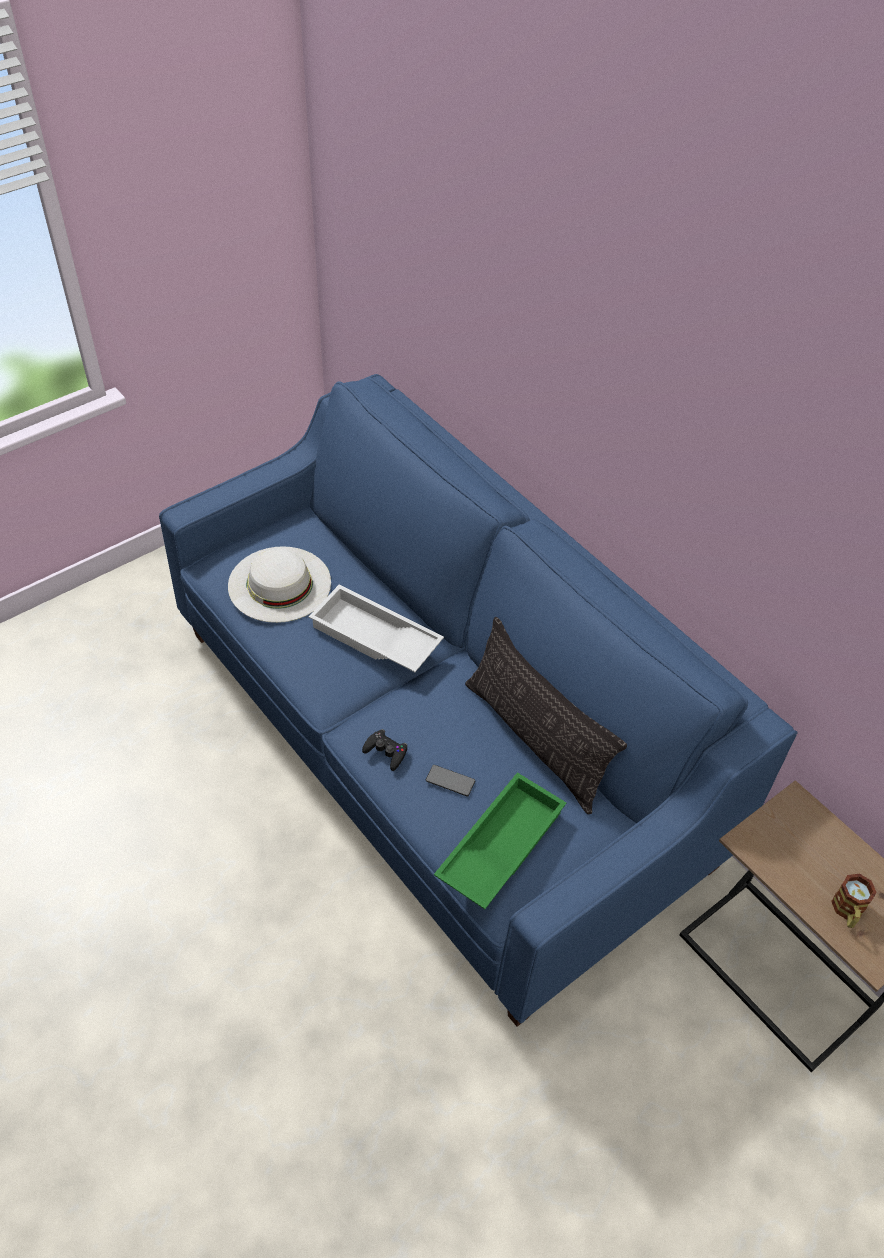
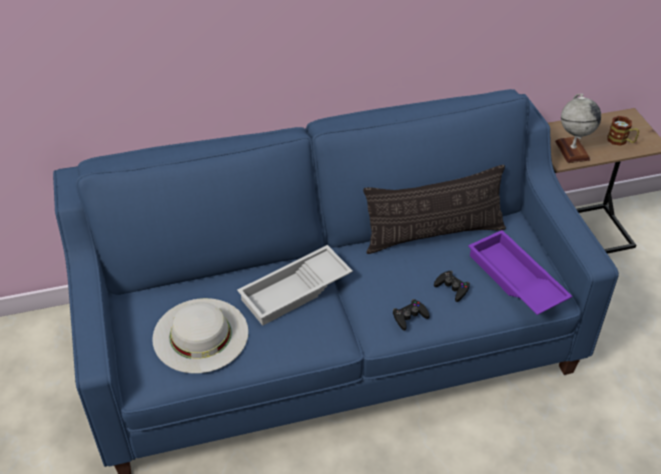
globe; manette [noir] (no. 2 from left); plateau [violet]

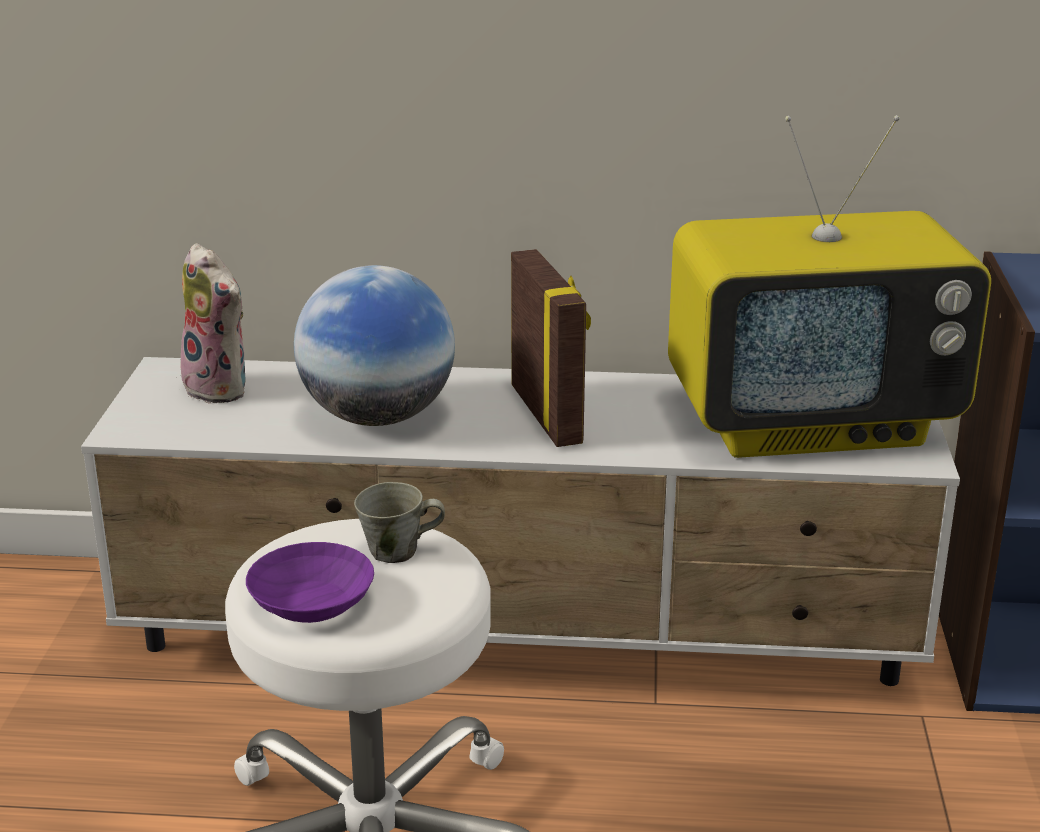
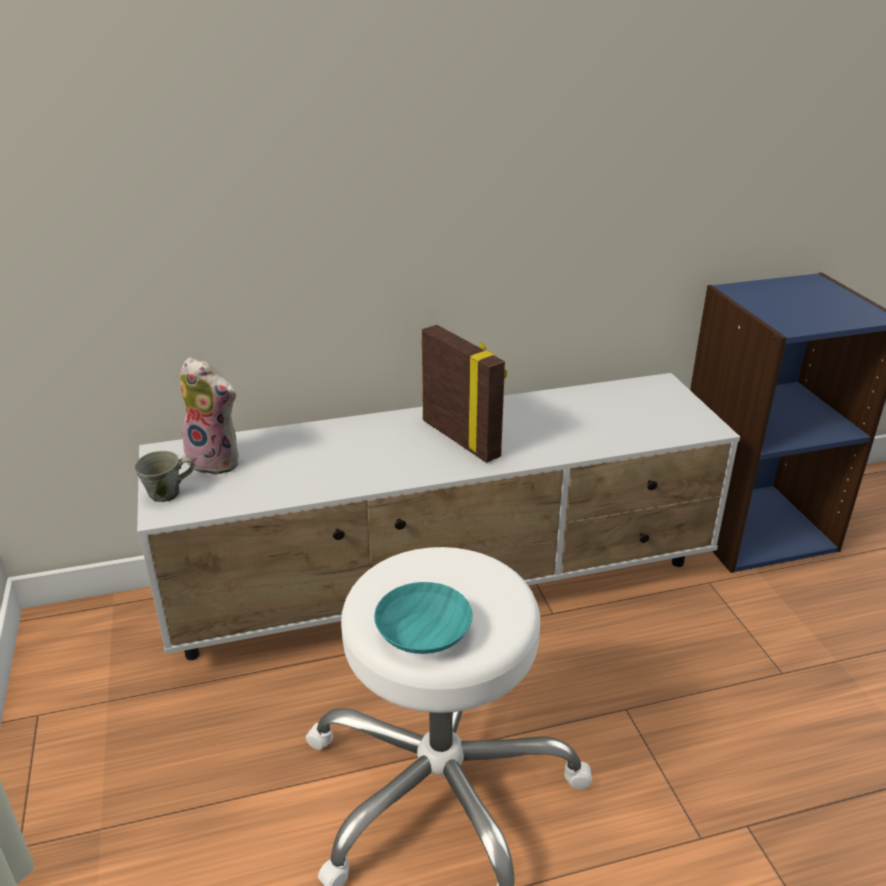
globe; téléviseur; mug [gris]; bol [turquoise]

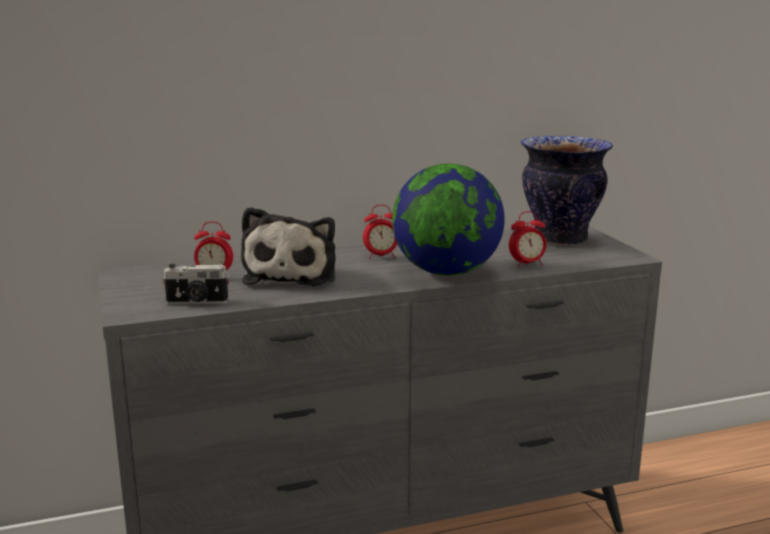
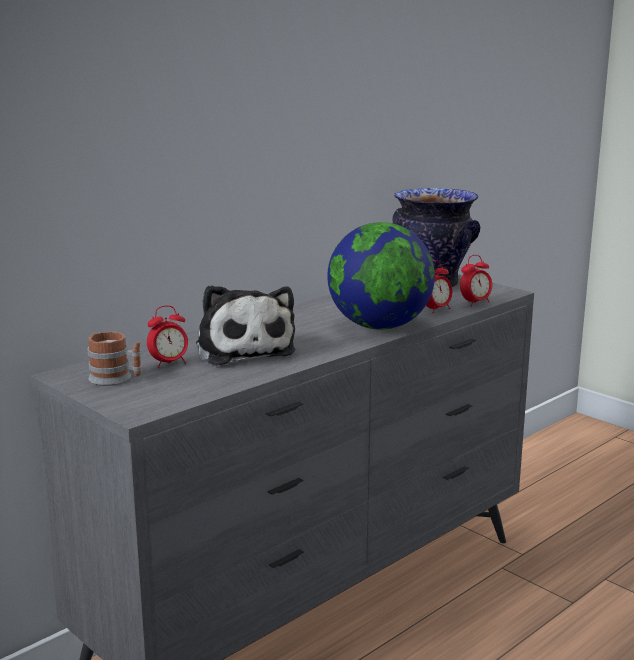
appareil photo; mug; réveil (no. 3 from left)

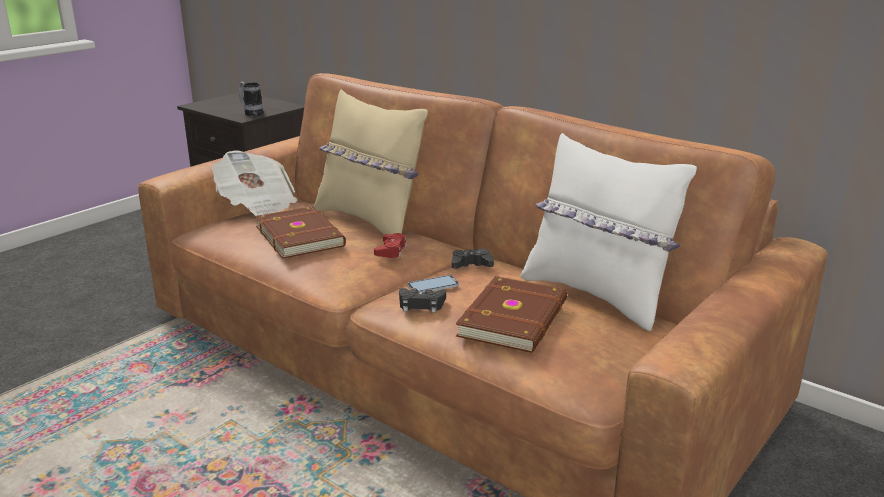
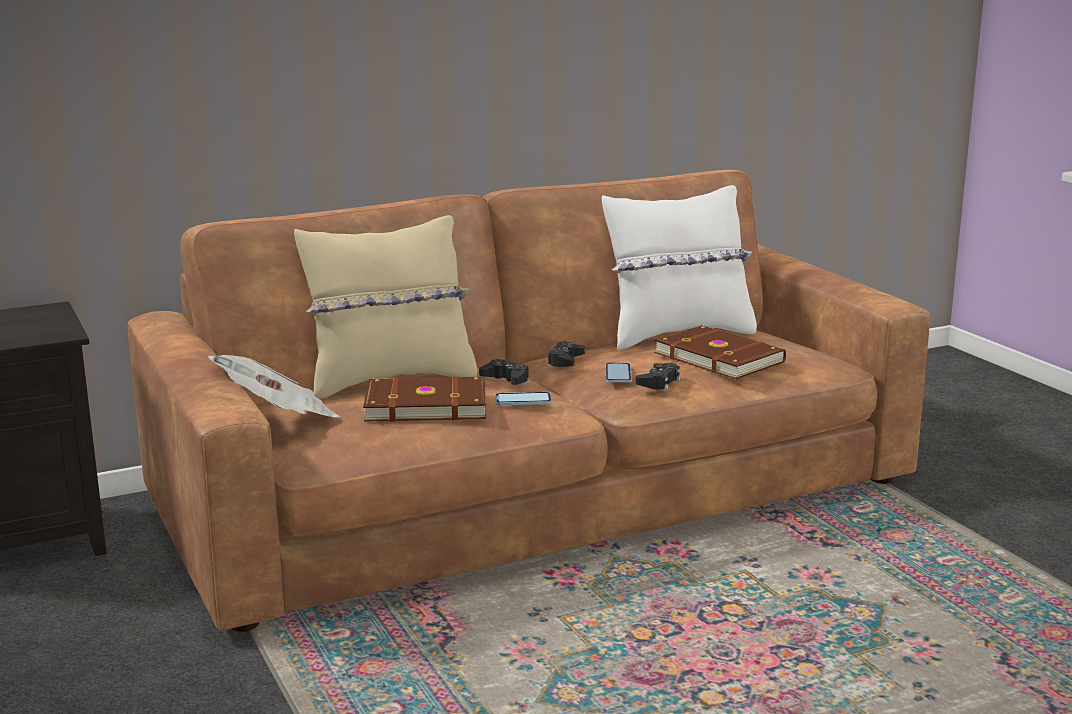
mug; téléphone (no. 1 from left); manette [noir] (no. 1 from left)

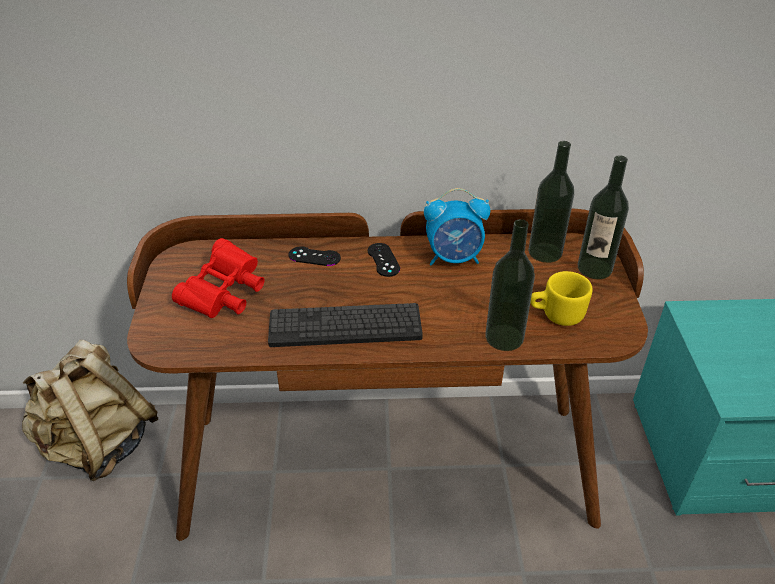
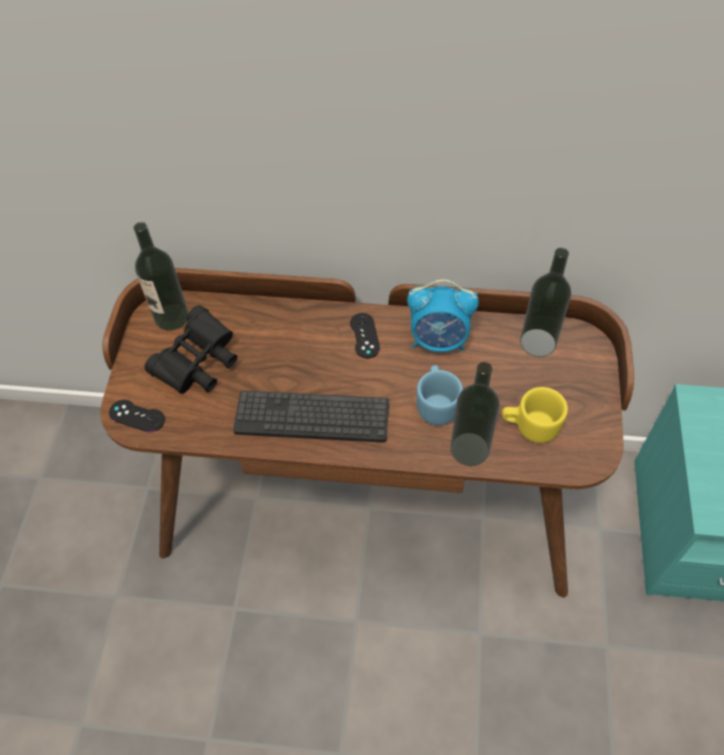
sac à dos [beige]; mug [bleu]; manette [noir] (no. 1 from left); bouteille (no. 1 from left); jumelles [noir]

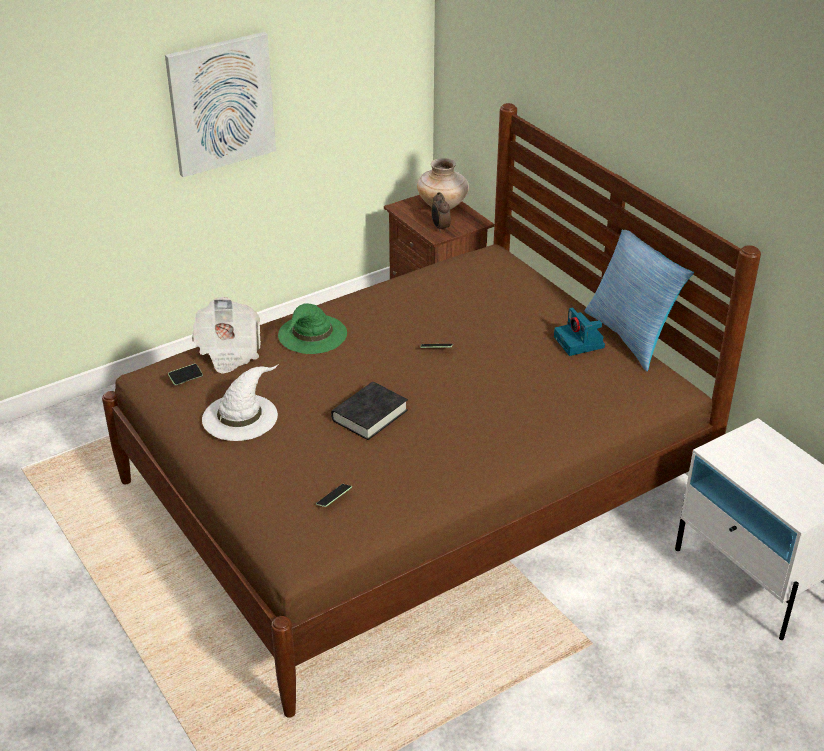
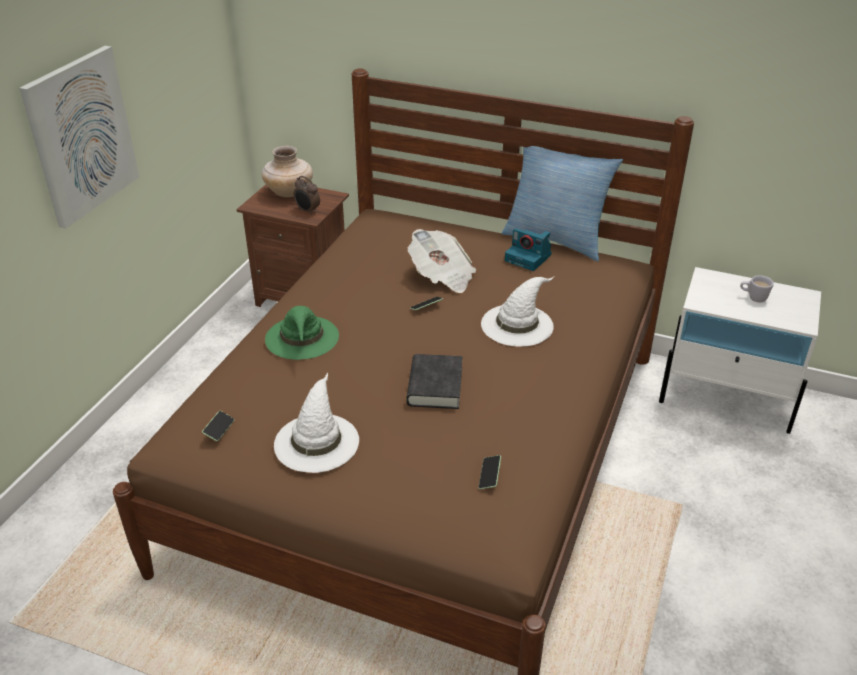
chapeau [blanc] (no. 2 from left); mug [blanc]; journal

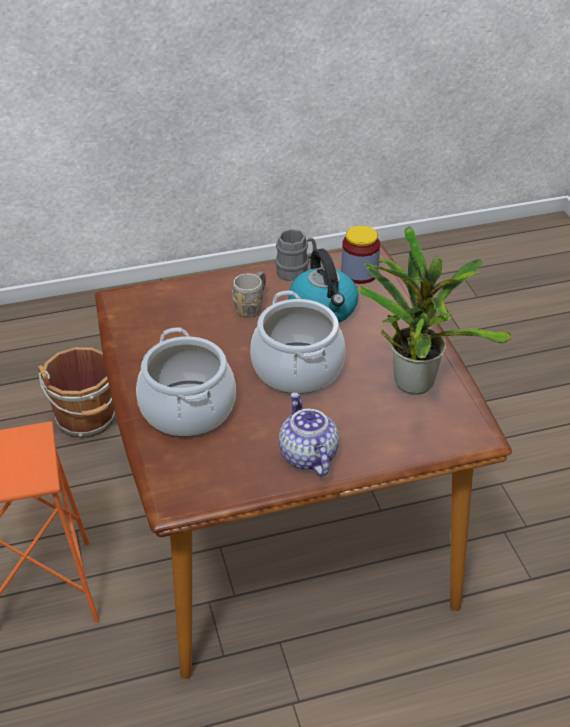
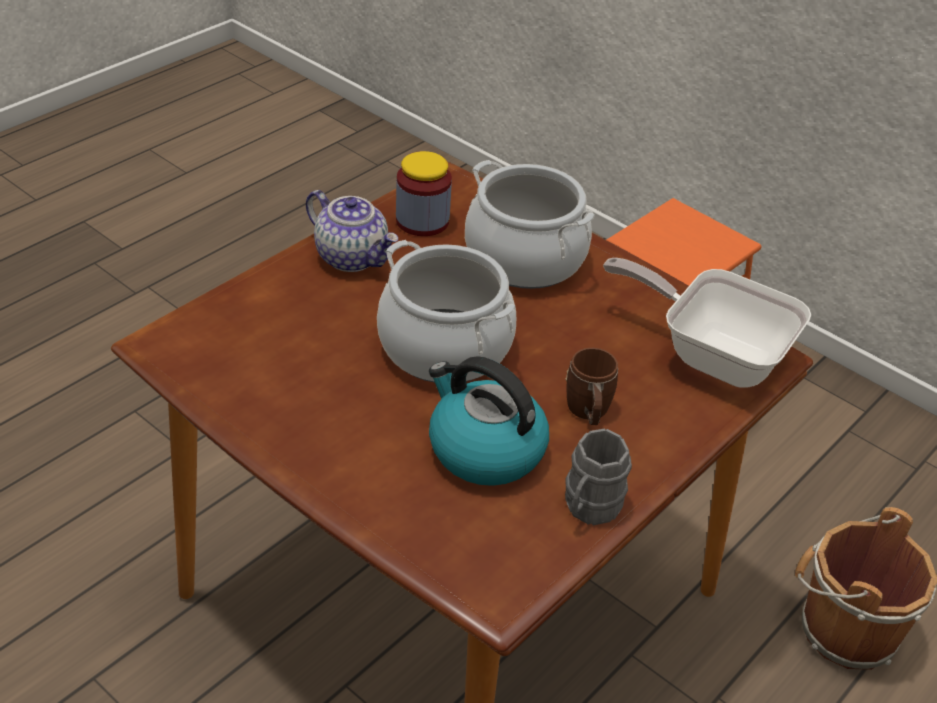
plante en pot; poêle; bocal; mug [marron]

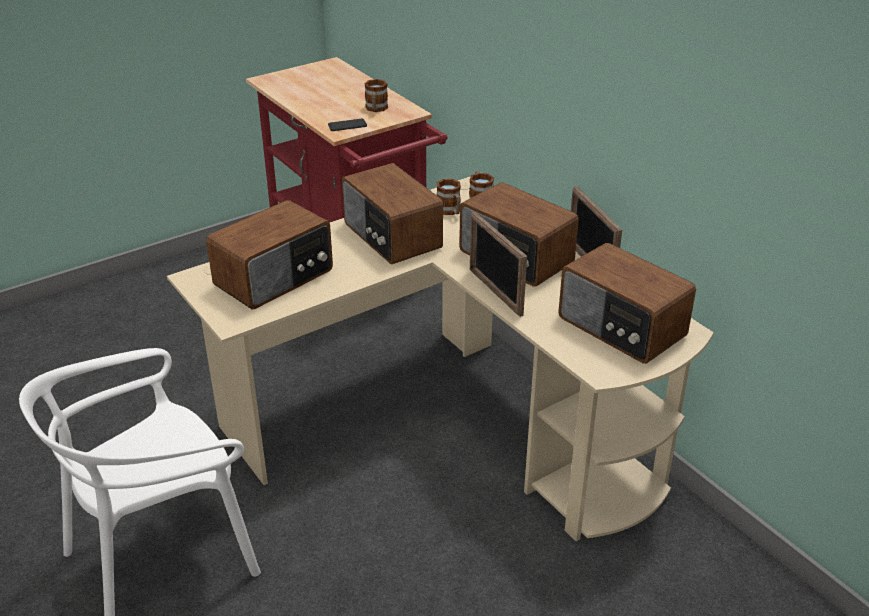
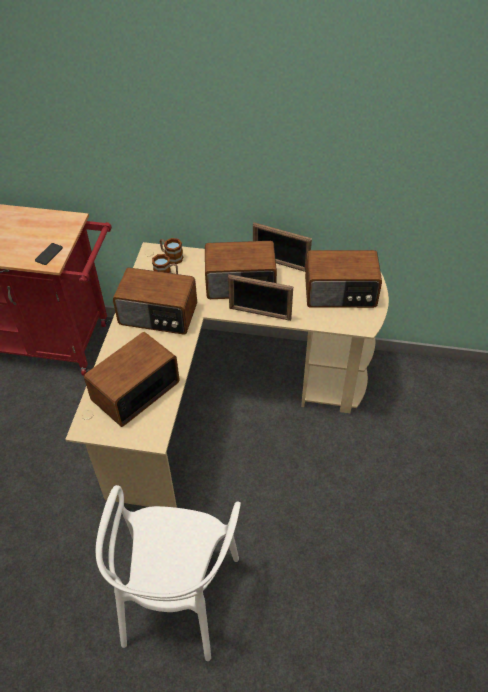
mug (no. 1 from left in the first image); radio (no. 1 from left)

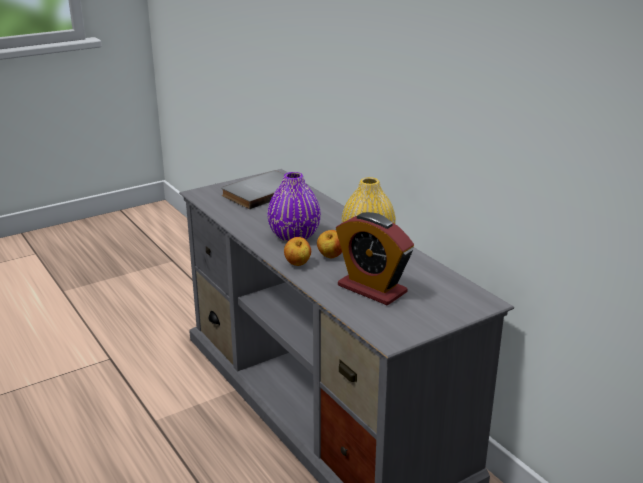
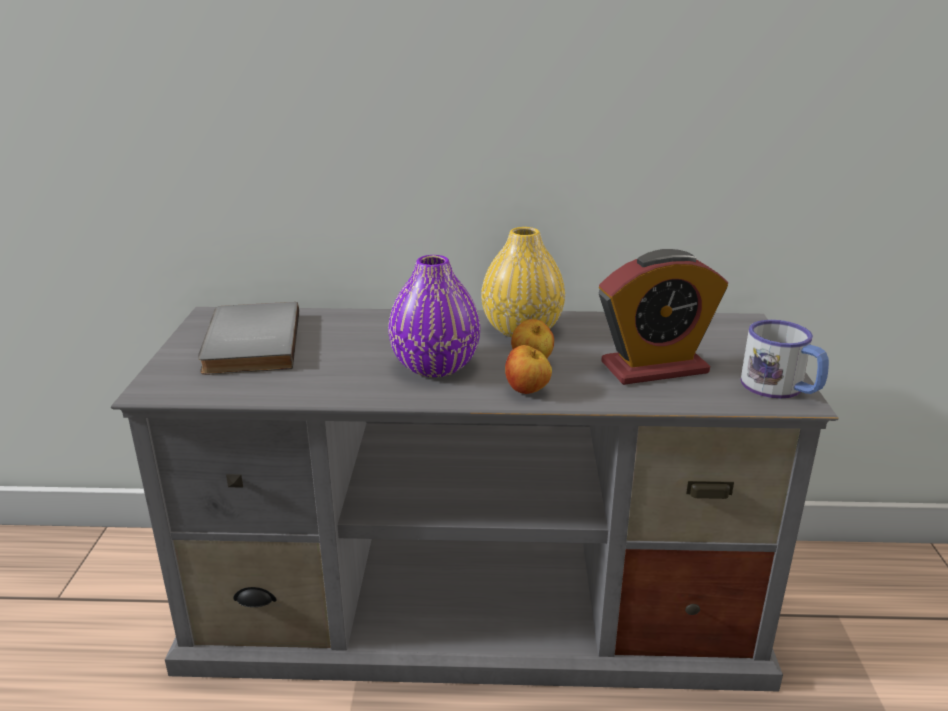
mug

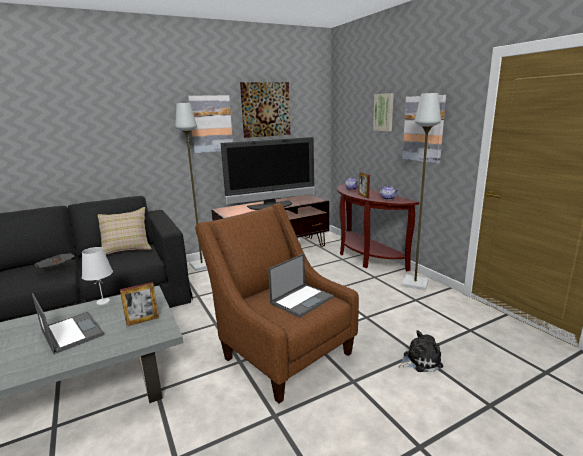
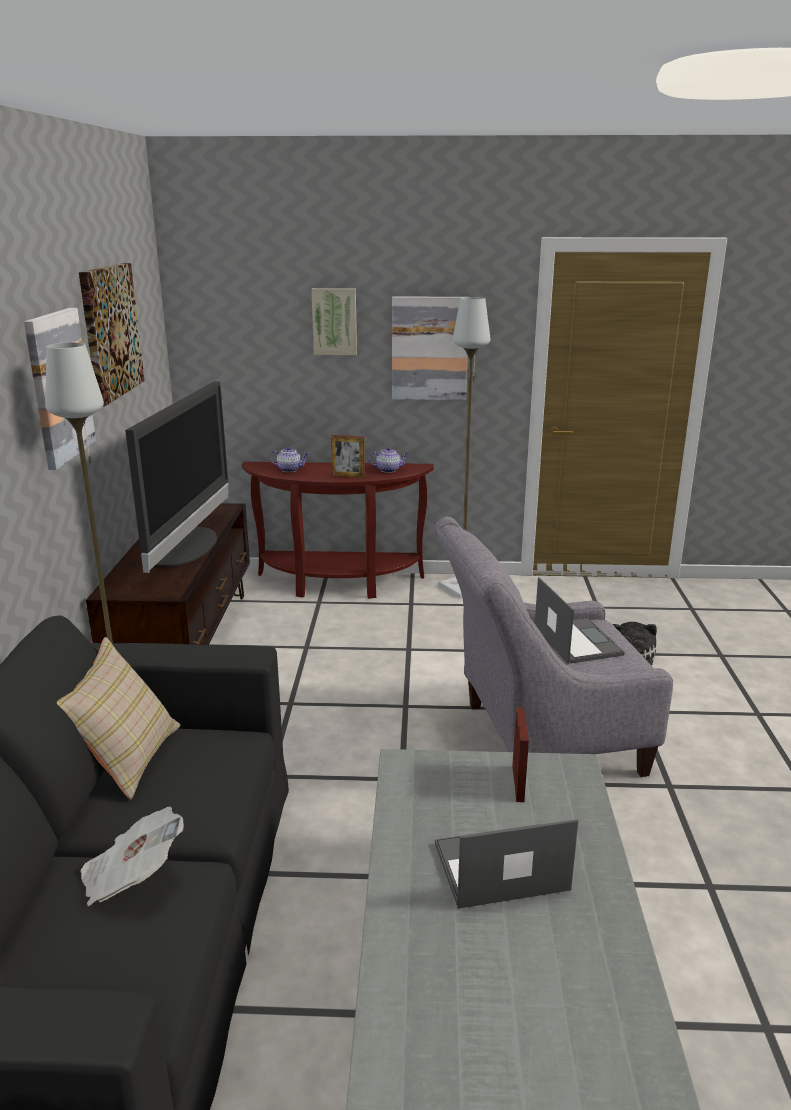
lampe de table [blanc]; fauteuil [gris]

